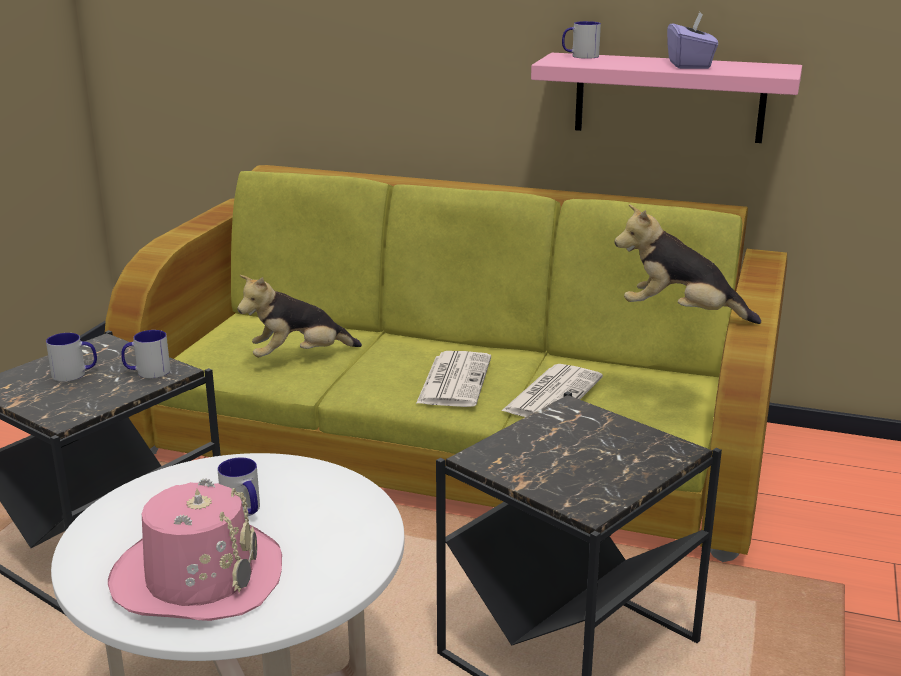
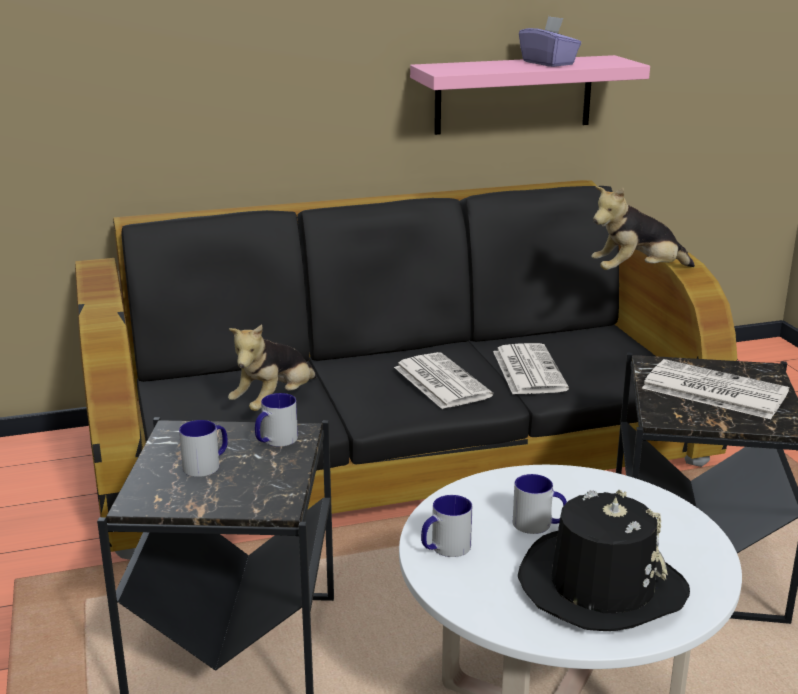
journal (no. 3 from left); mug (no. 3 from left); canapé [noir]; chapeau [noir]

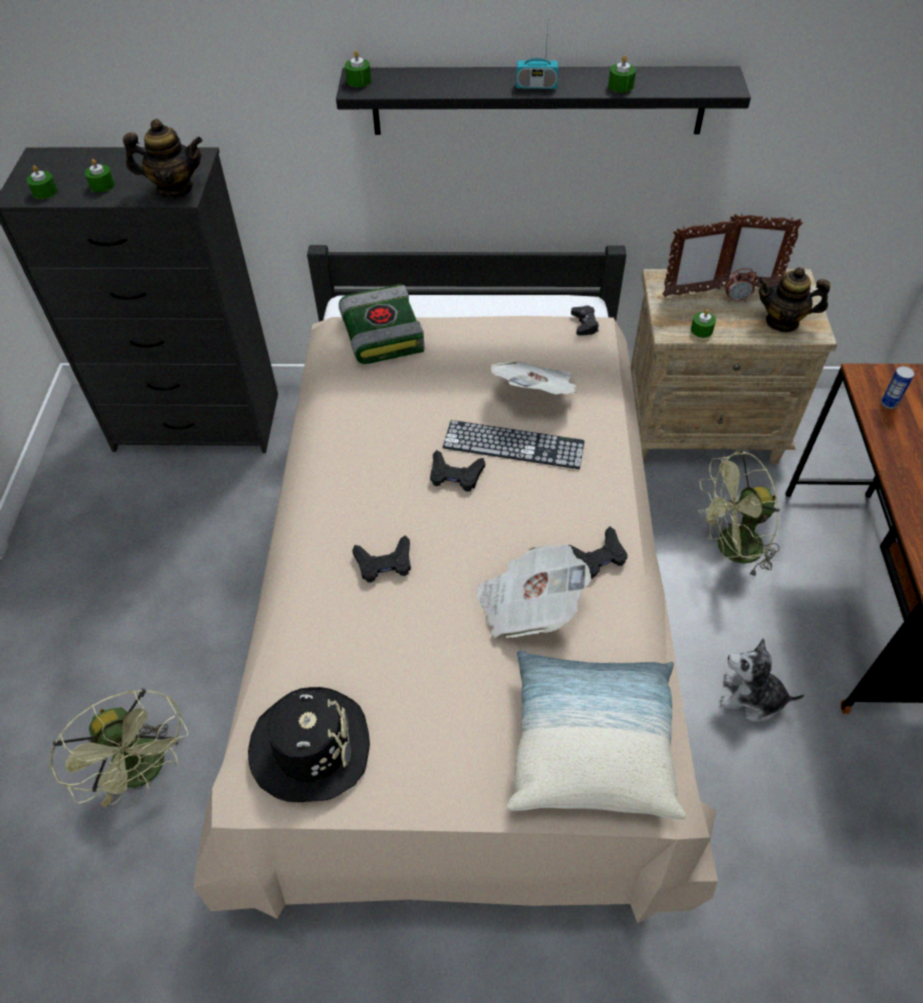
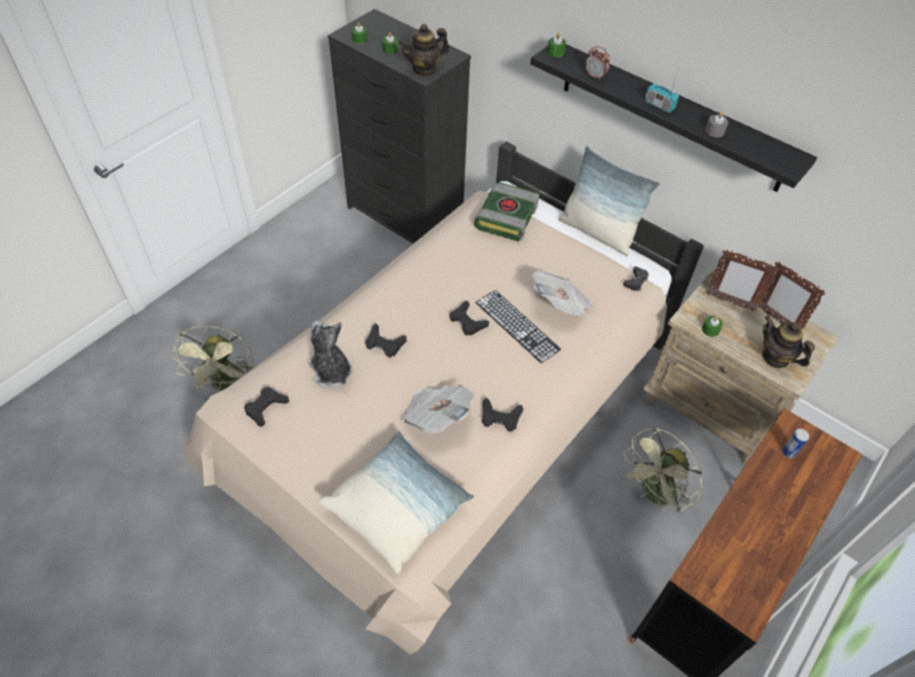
coussin (no. 2 from left); peluche; réveil; manette [noir] (no. 1 from left); bougie [gris]; théière (no. 1 from left); ventilateur [vert] (no. 2 from left)

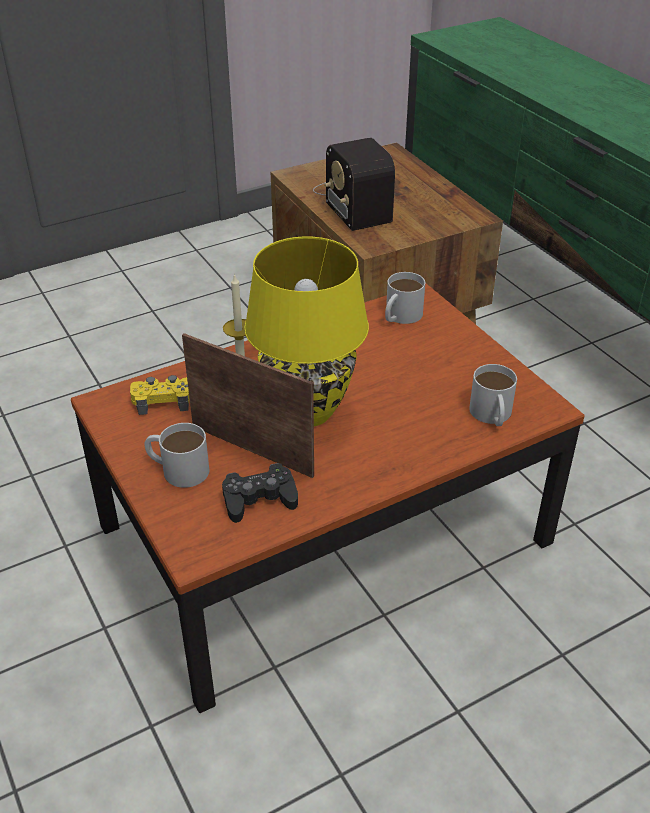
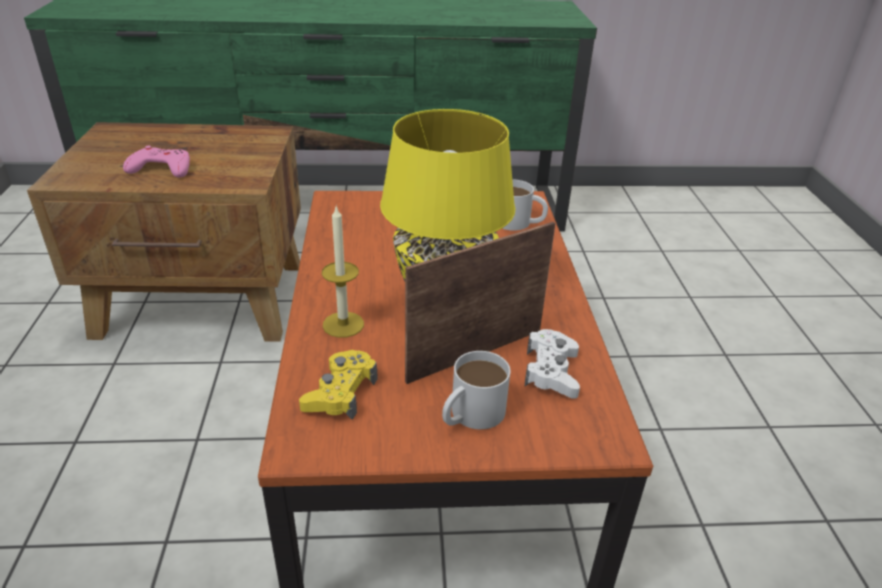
mug [blanc] (no. 2 from left in the first image); manette [rose]; manette [blanc]

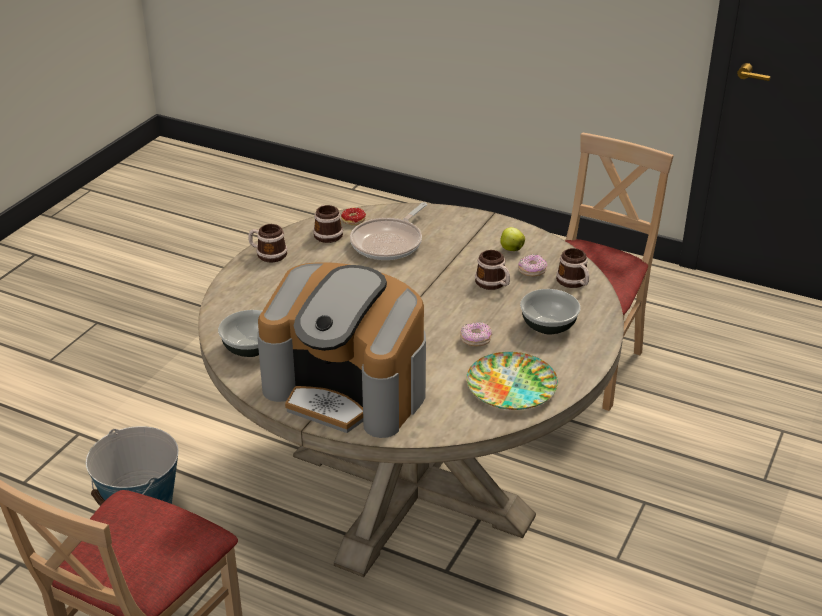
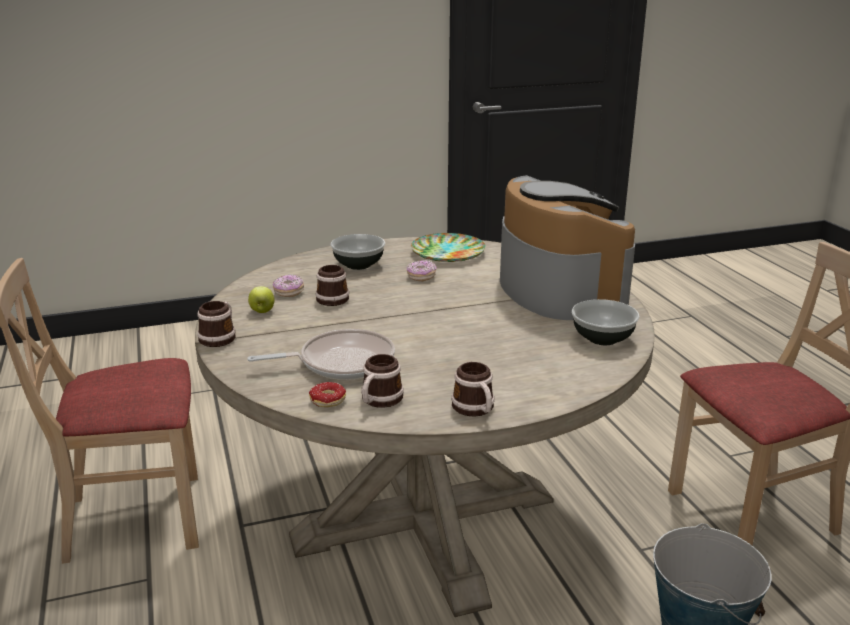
mug (no. 1 from left)

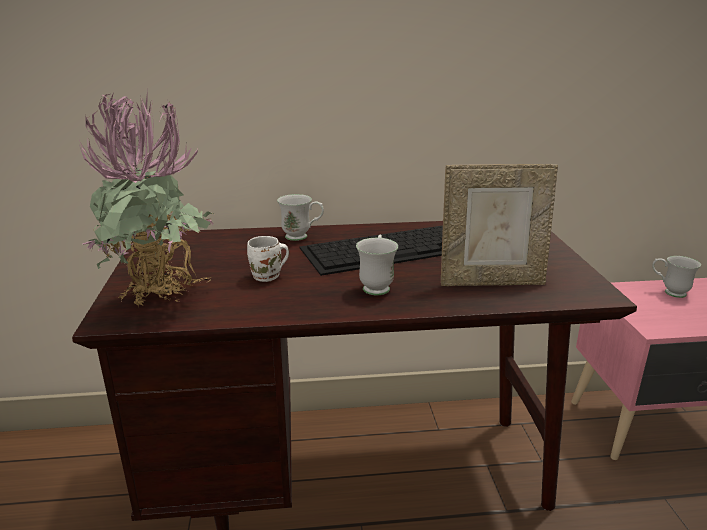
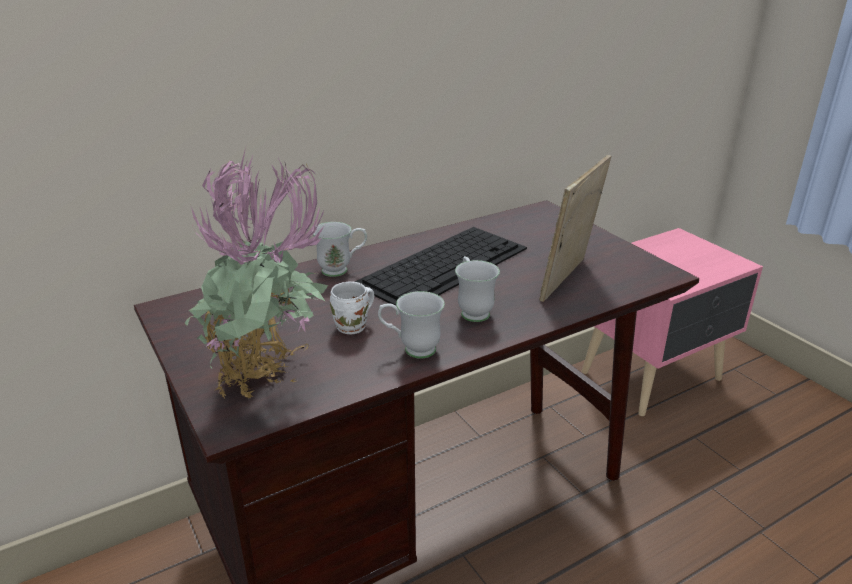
mug [blanc] (no. 3 from left); cadre photo

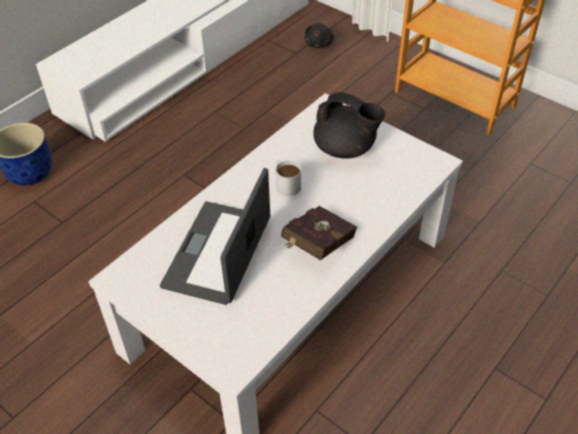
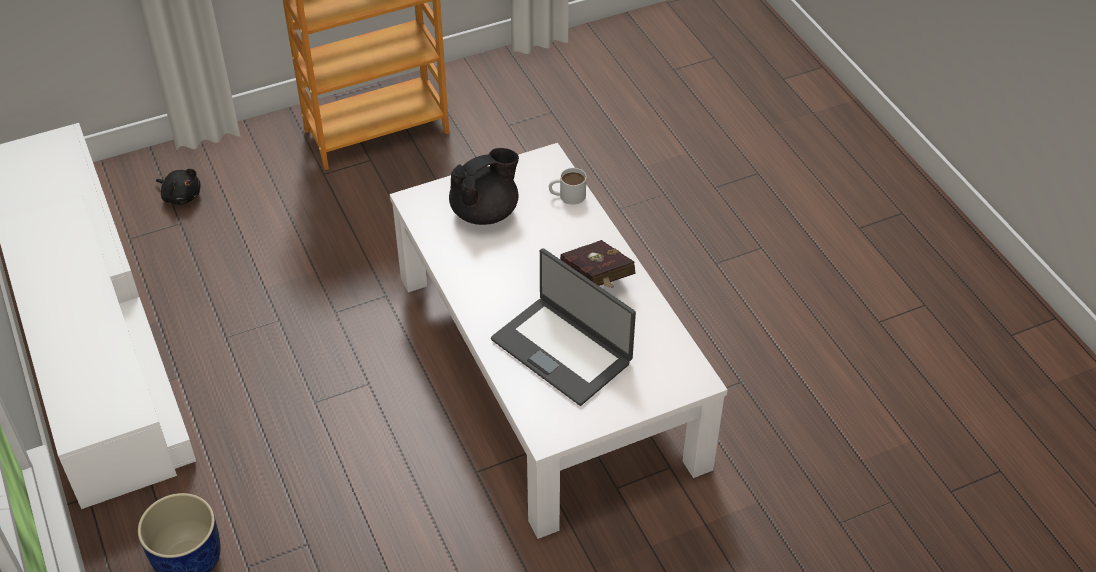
mug [blanc]

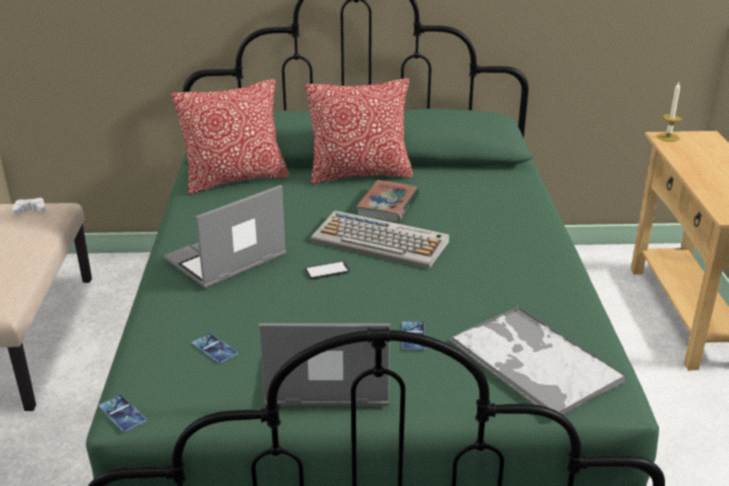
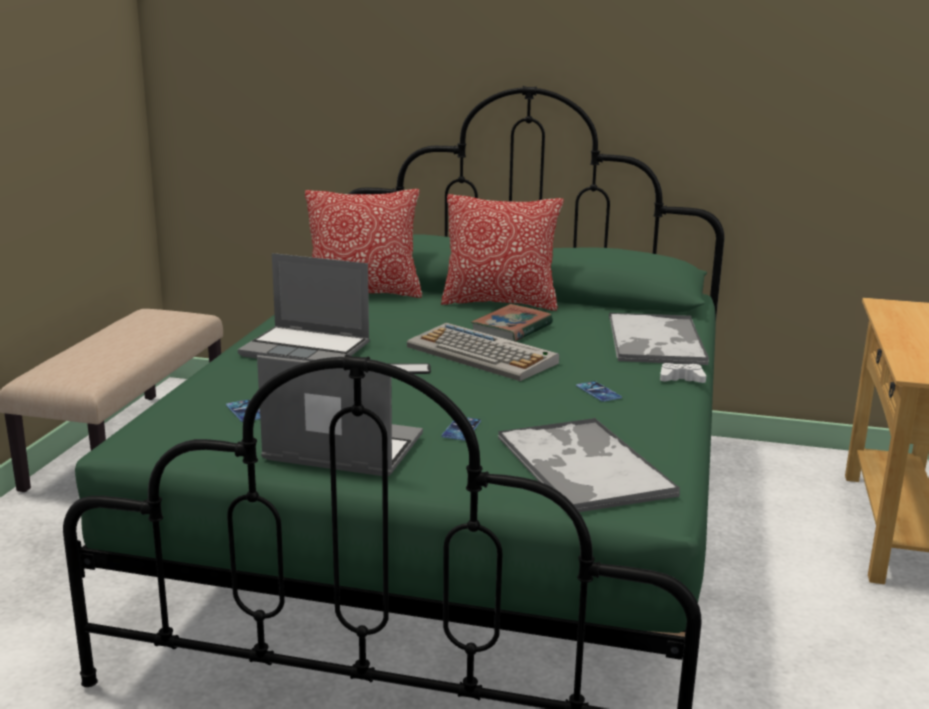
bougie; plateau (no. 2 from left); manette [blanc]; téléphone (no. 4 from left); ordinateur portable (no. 1 from left)

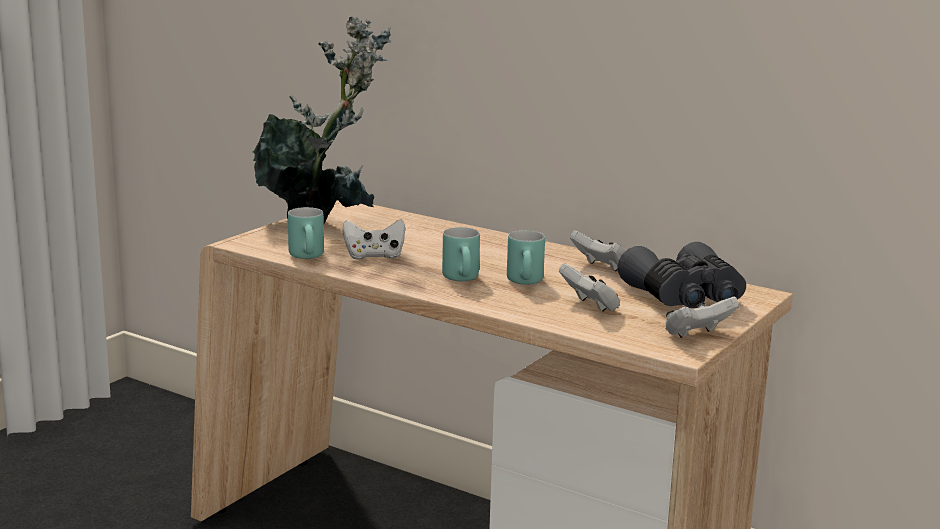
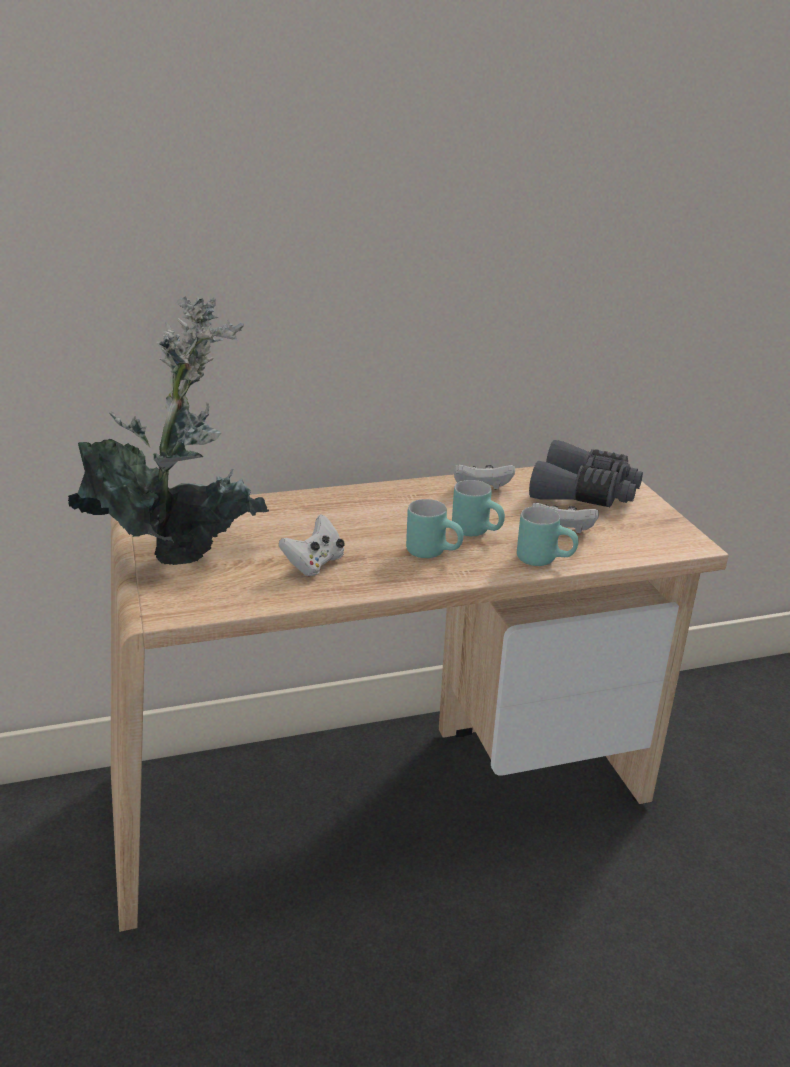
manette [blanc] (no. 4 from left in the first image); mug [turquoise] (no. 3 from left)

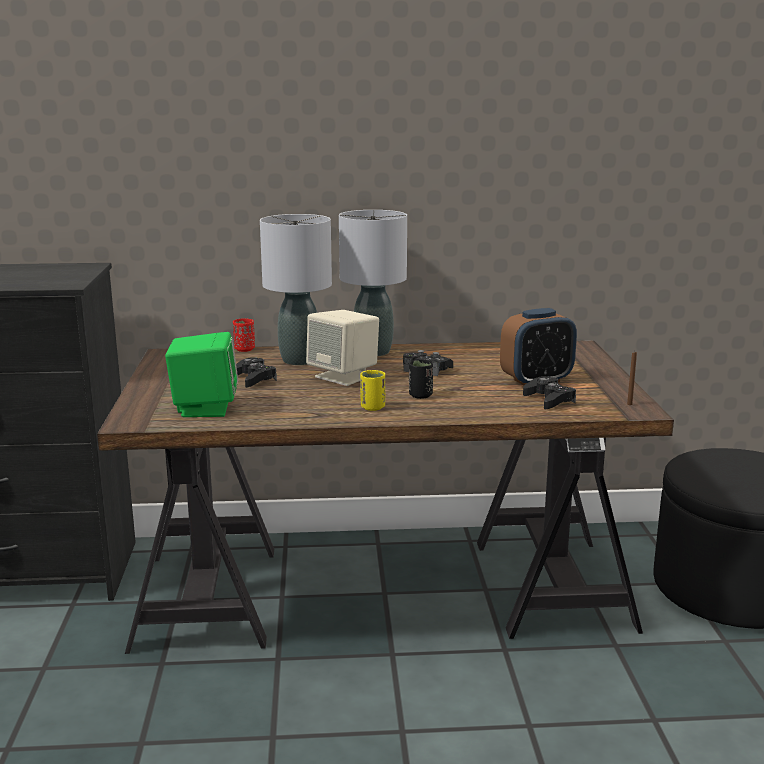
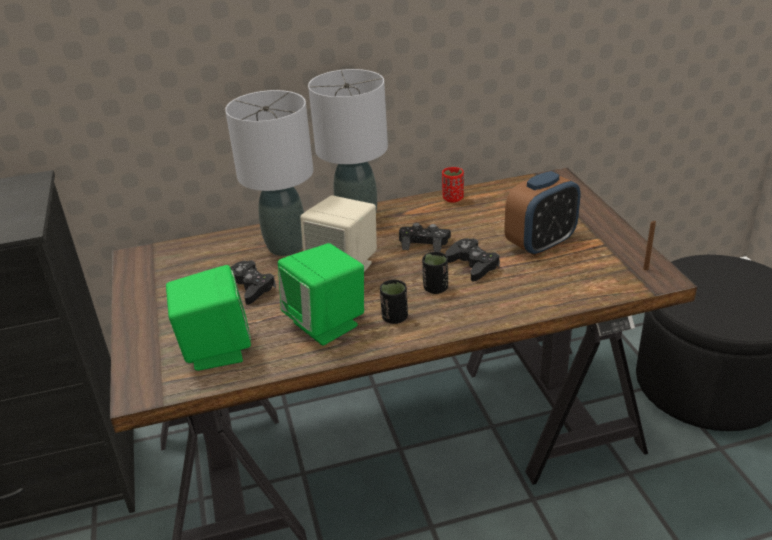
enceinte [vert] (no. 2 from left); tasse [rouge]; manette [noir] (no. 3 from left); tasse [noir] (no. 1 from left)

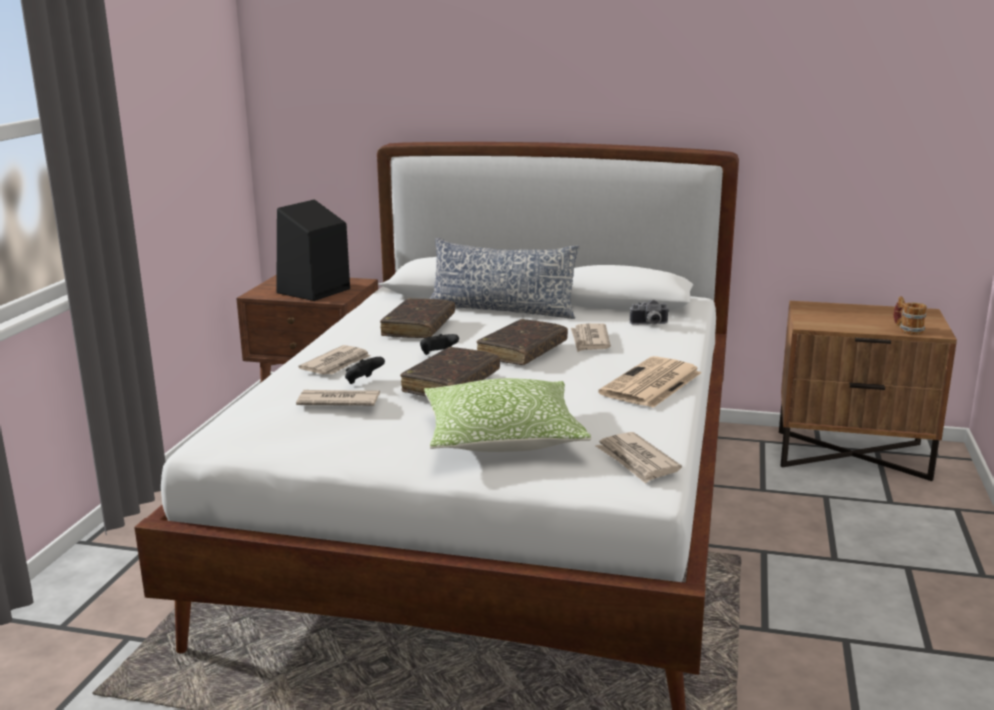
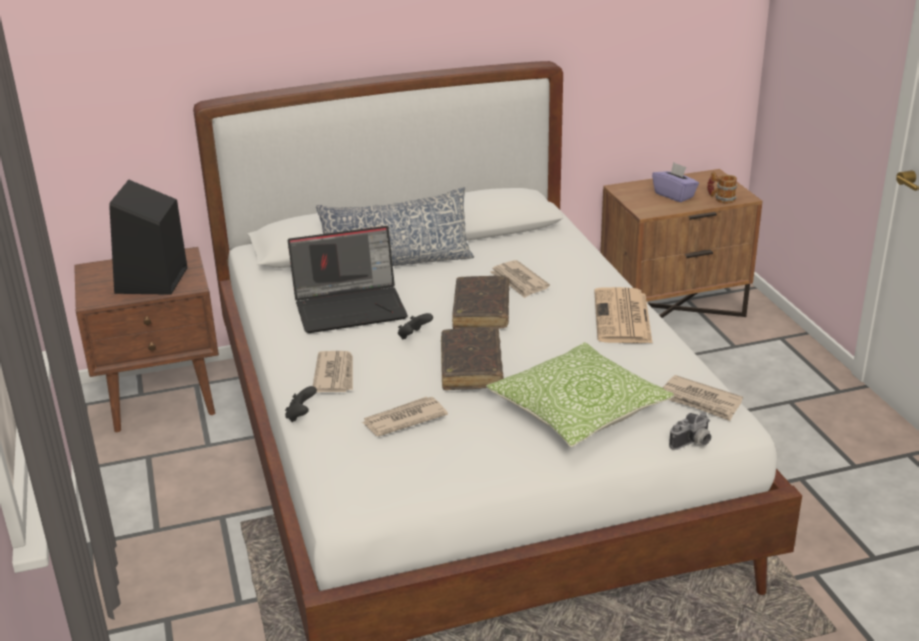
boîte à mouchoirs [violet]; manette [noir] (no. 1 from left); appareil photo; ordinateur portable

